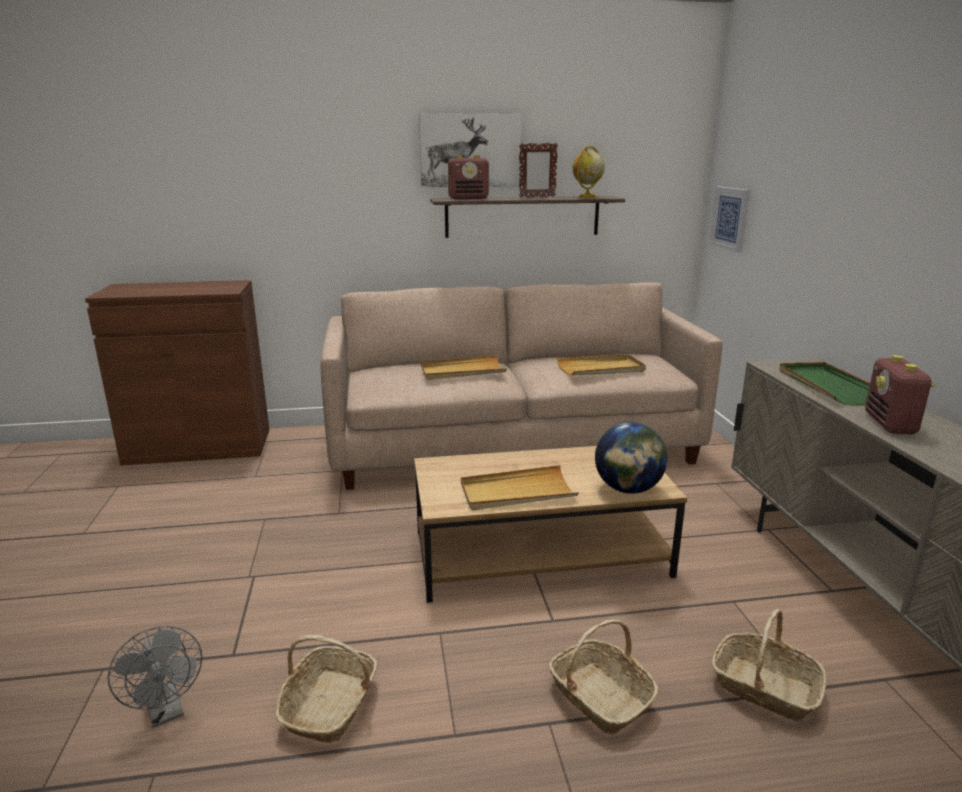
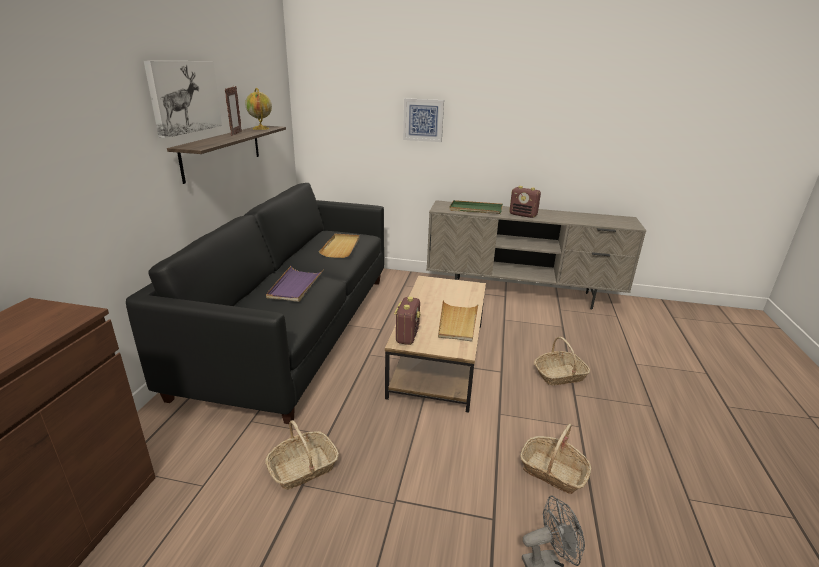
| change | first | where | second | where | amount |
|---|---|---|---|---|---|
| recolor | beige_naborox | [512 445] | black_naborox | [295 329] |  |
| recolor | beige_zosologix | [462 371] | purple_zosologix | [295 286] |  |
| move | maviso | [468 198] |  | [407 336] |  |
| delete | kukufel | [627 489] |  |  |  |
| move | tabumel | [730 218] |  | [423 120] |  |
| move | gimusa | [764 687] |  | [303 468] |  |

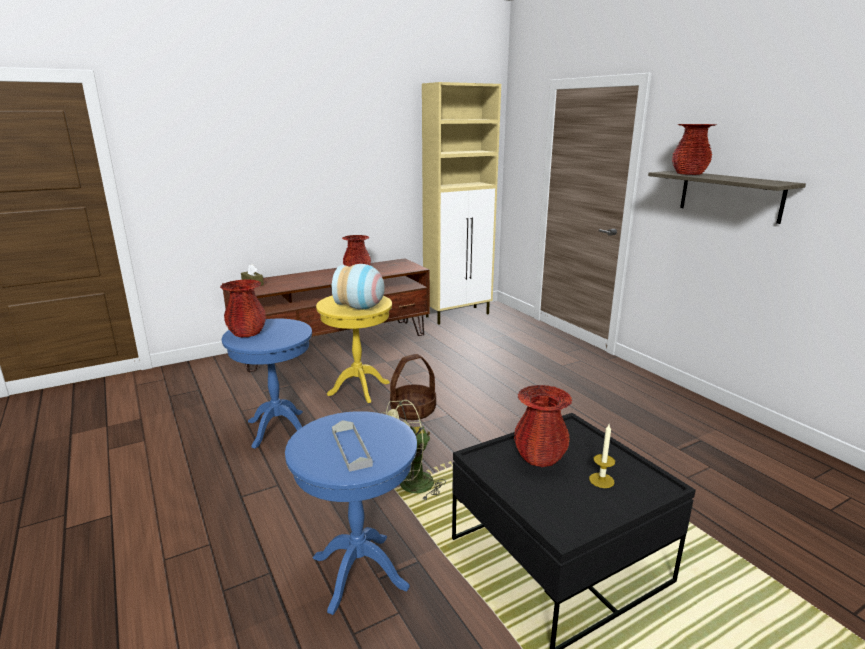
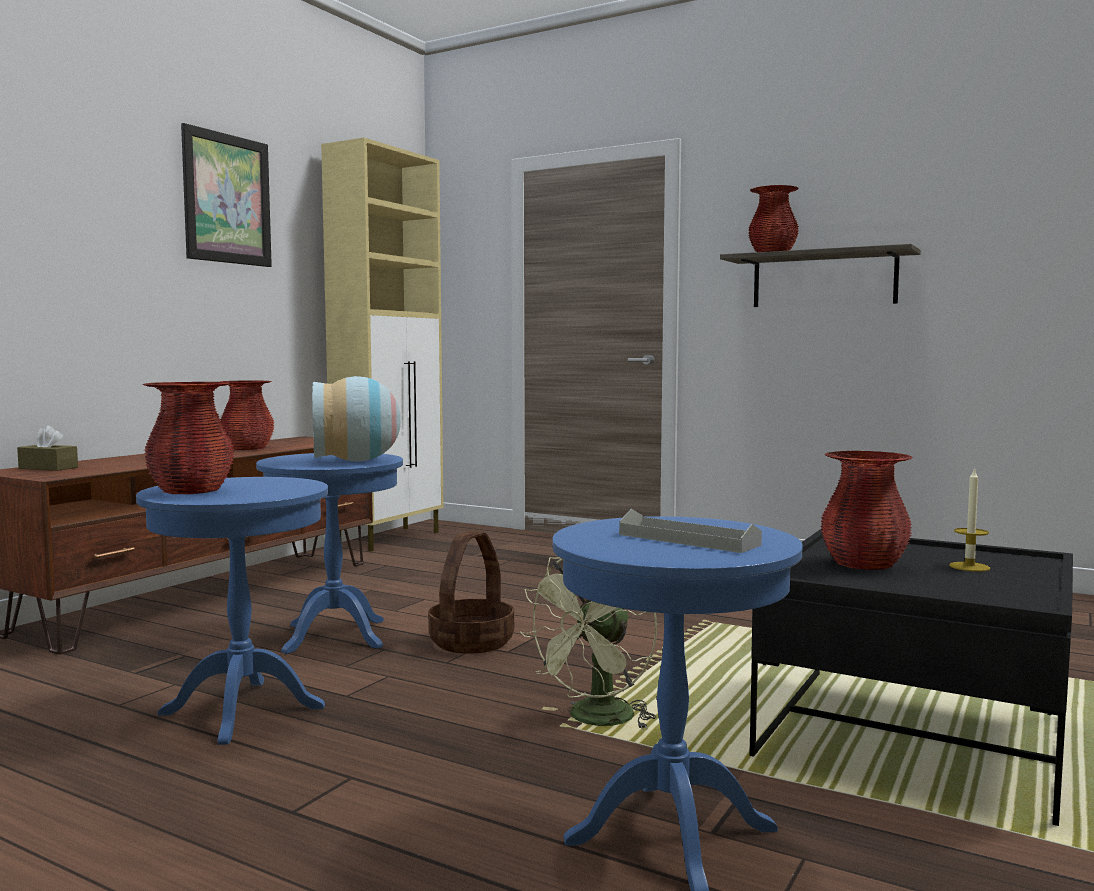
| change | first | where | second | where | amount |
|---|---|---|---|---|---|
| recolor | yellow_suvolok | [359 388] | blue_suvolok | [335 636] |  |
| insert |  |  | tabumel | [227 199] |  |

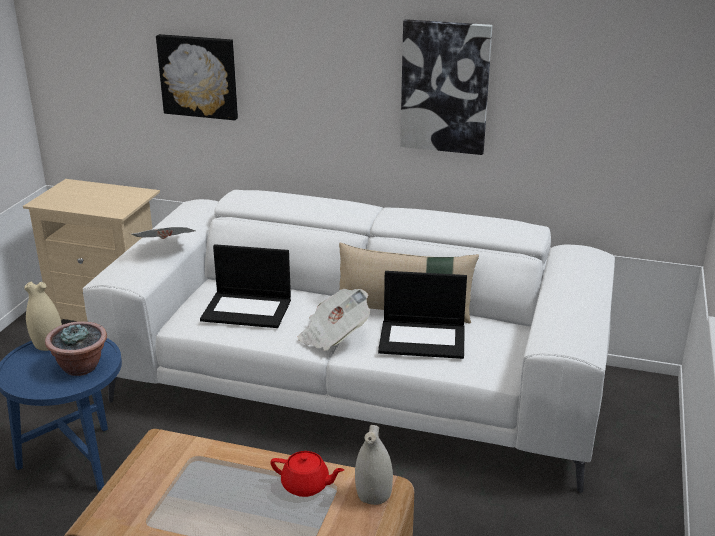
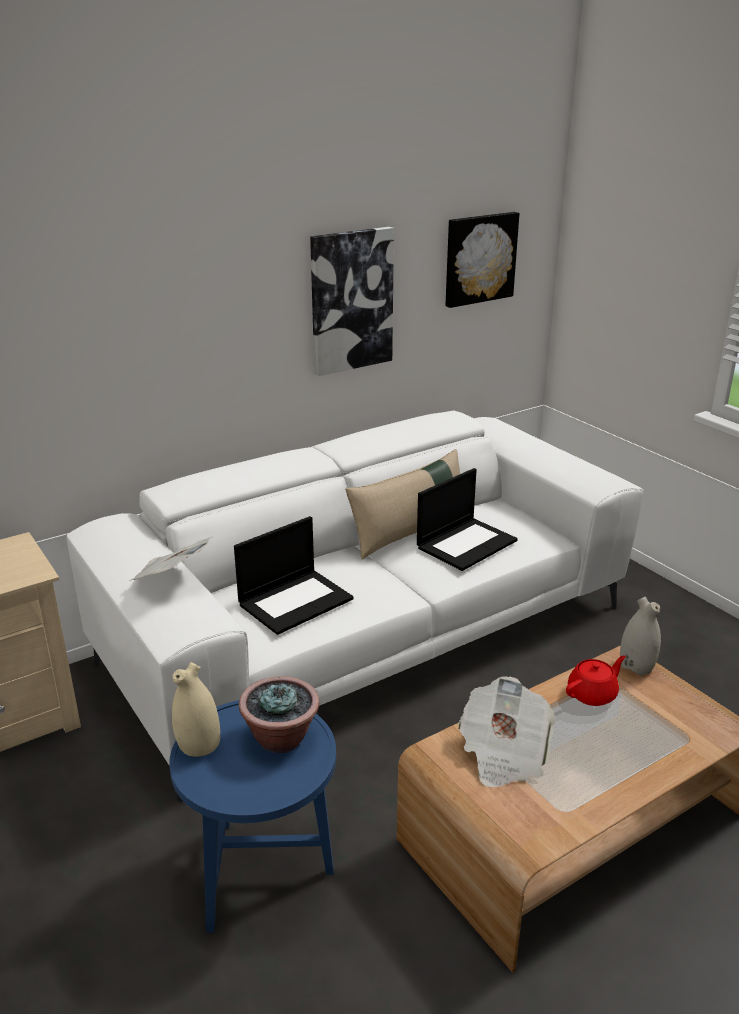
| change | first | where | second | where | amount |
|---|---|---|---|---|---|
| move | tabumel | [199 76] |  | [479 258] |  |
| move | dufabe | [333 335] |  | [503 753] |  |

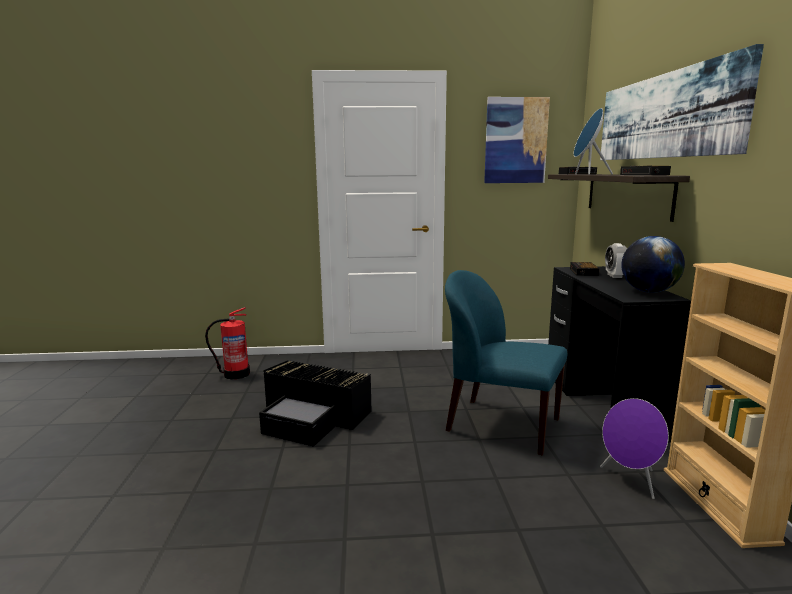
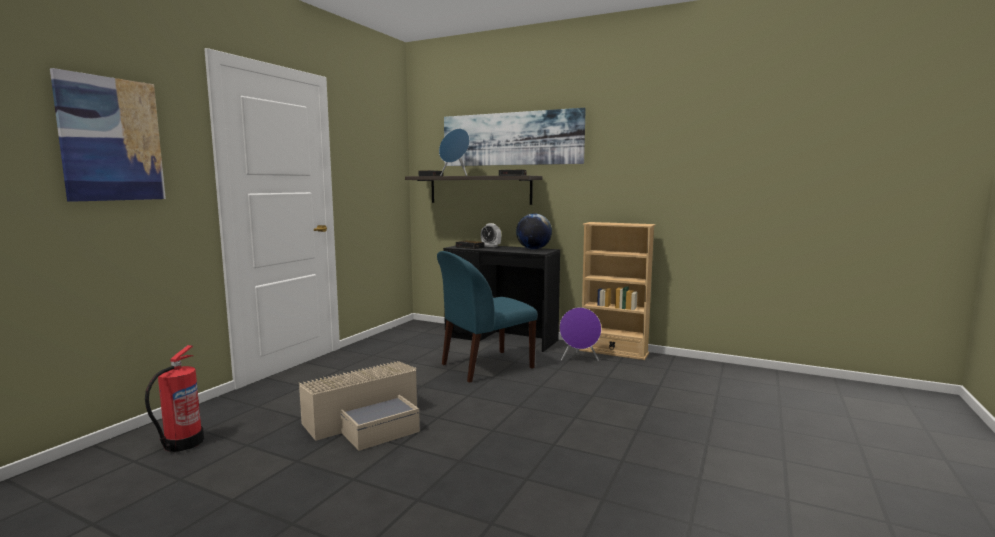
| change | first | where | second | where | amount |
|---|---|---|---|---|---|
| recolor | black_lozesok | [314 417] | beige_lozesok | [368 421] |  |
| move | tabumel | [515 141] |  | [111 139] |  |

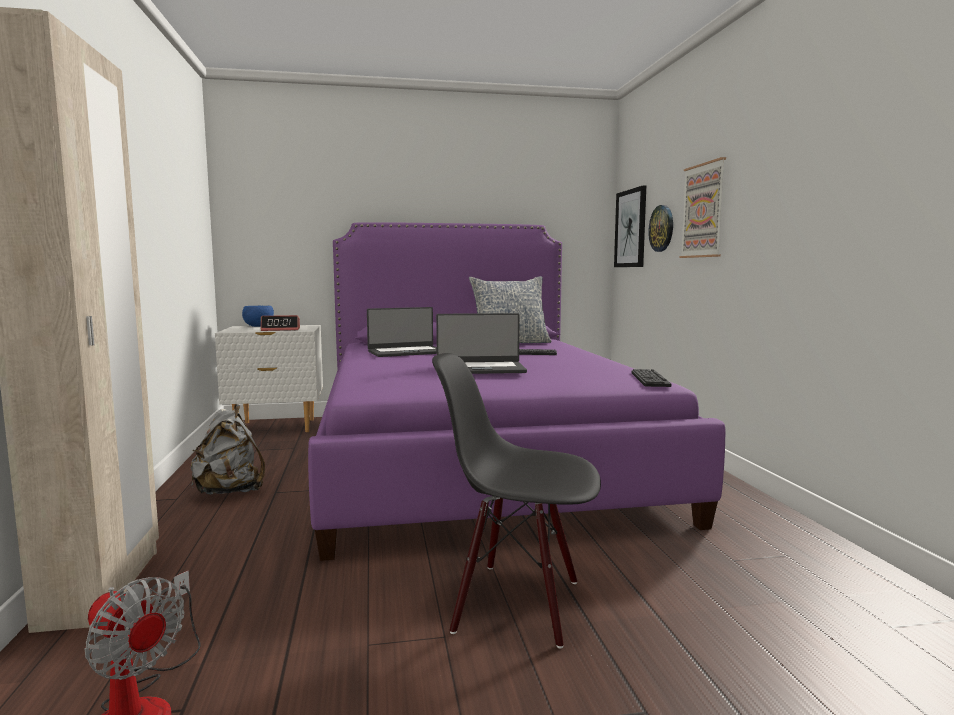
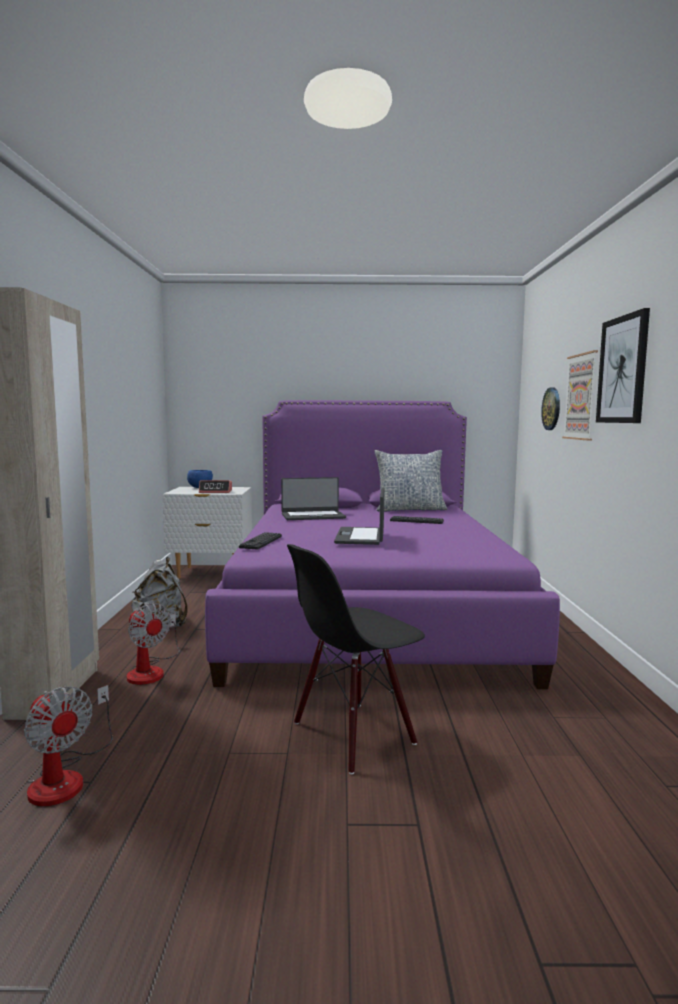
| change | first | where | second | where | amount |
|---|---|---|---|---|---|
| rotate | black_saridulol | [518 604] |  | [353 734] | 60 degrees counterclockwise |
| rotate | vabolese | [480 369] |  | [361 536] | 90 degrees clockwise |
| move | tabumel | [631 228] |  | [623 370] |  |
| move | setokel | [650 379] |  | [261 542] |  |
| insert |  |  | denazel | [151 670] |  |

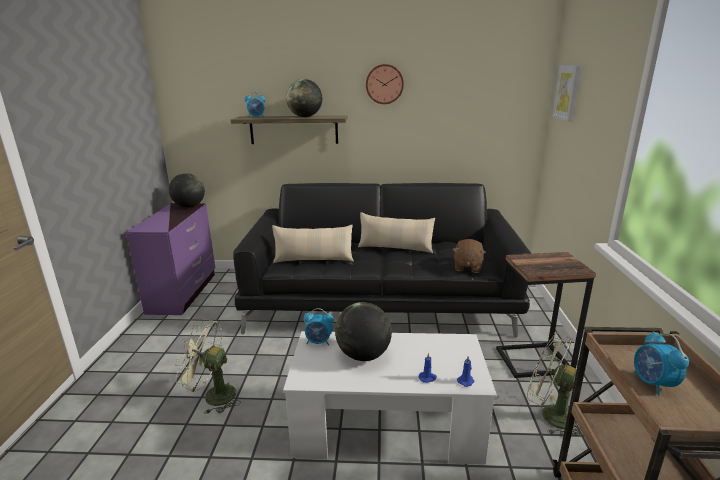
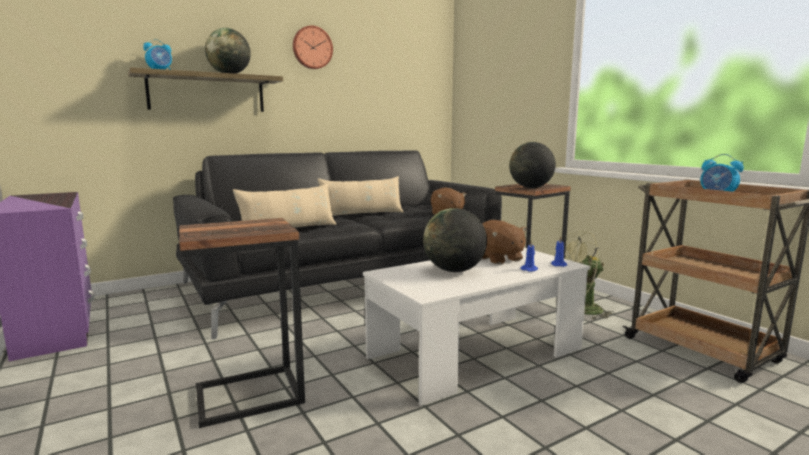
| change | first | where | second | where | amount |
|---|---|---|---|---|---|
| move | kukufel | [189 207] |  | [531 188] |  |
| replace | green_denazel | [213 396] | suvolok | [250 396] |  |
| delete | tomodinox | [319 342] |  |  |  |
| delete | tabumel | [567 92] |  |  |  |
| insert |  |  | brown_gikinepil | [498 259] |  |

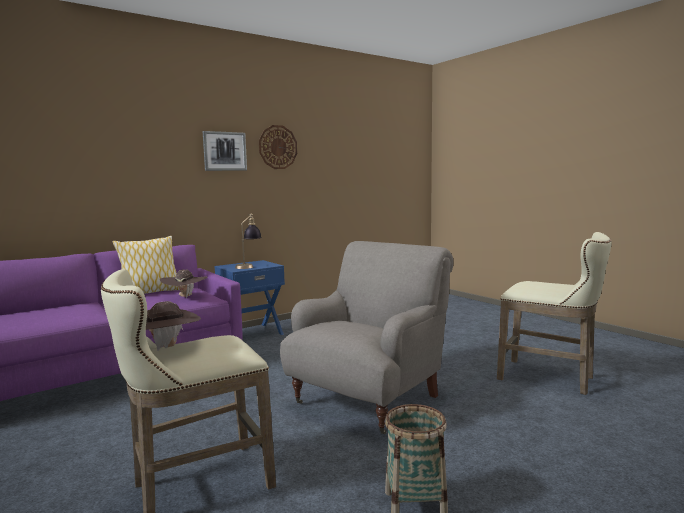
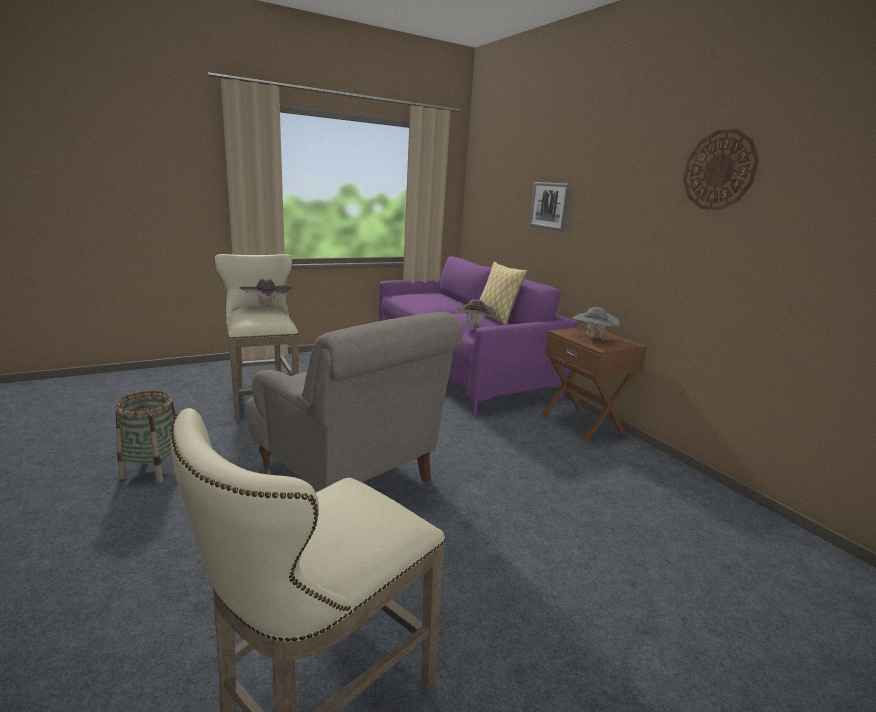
| change | first | where | second | where | amount |
|---|---|---|---|---|---|
| move | tabumel | [224 151] |  | [550 206] |  |
| recolor | blue_suvolok | [252 333] | brown_suvolok | [582 424] |  |
| replace | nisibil | [249 266] | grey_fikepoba | [592 337] |  |

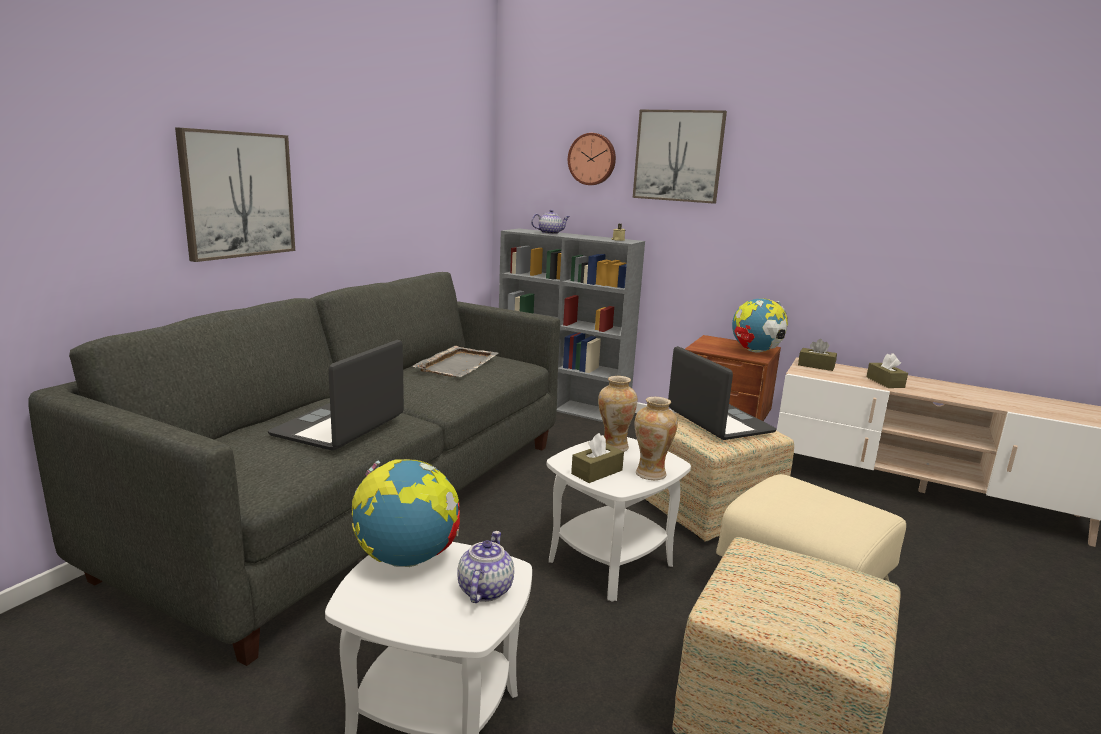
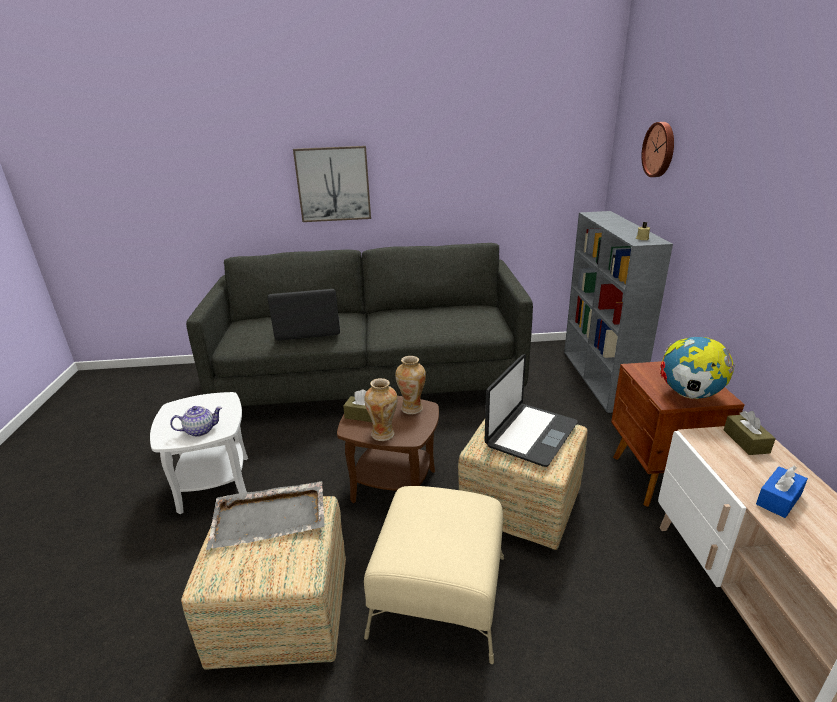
| change | first | where | second | where | amount |
|---|---|---|---|---|---|
| delete | kukufel | [407 559] |  |  |  |
| move | grey_zosologix | [458 364] |  | [270 517] |  |
| delete | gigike | [550 233] |  |  |  |
| recolor | white_suvolok | [610 563] | brown_suvolok | [394 485] |  |
| delete | tabumel | [678 156] |  |  |  |
| recolor | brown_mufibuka | [885 382] | blue_mufibuka | [778 499] |  |

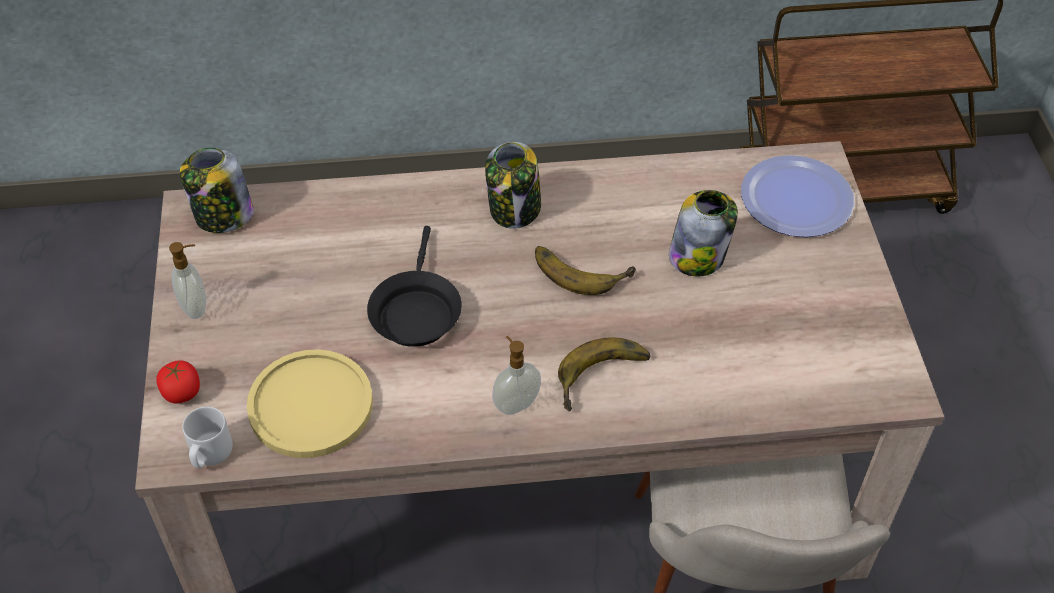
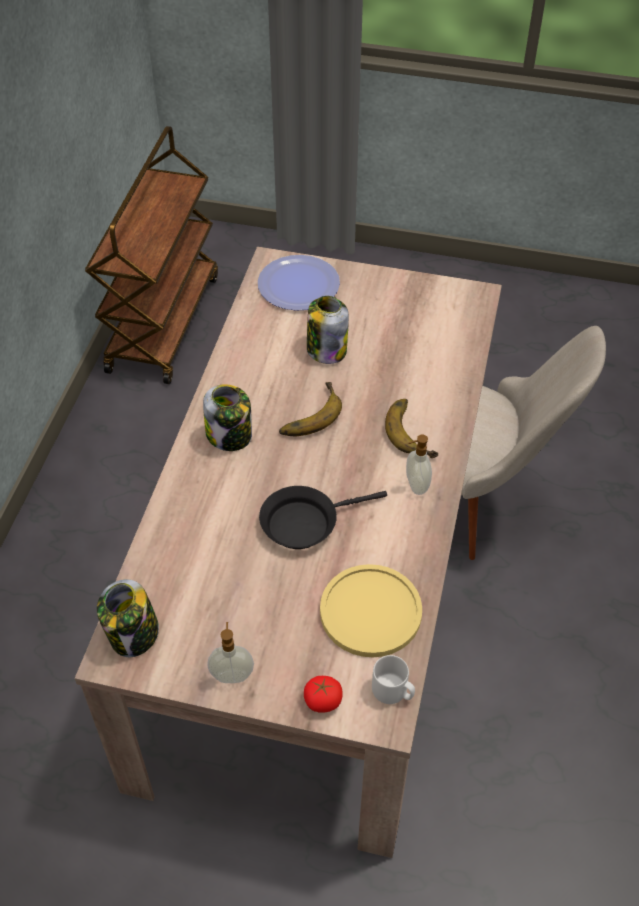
| change | first | where | second | where | amount |
|---|---|---|---|---|---|
| rotate | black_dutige | [415 311] |  | [305 522] | 135 degrees clockwise |

